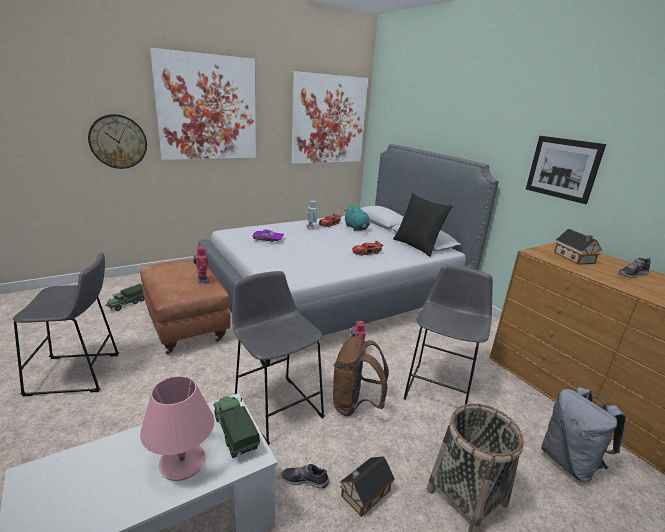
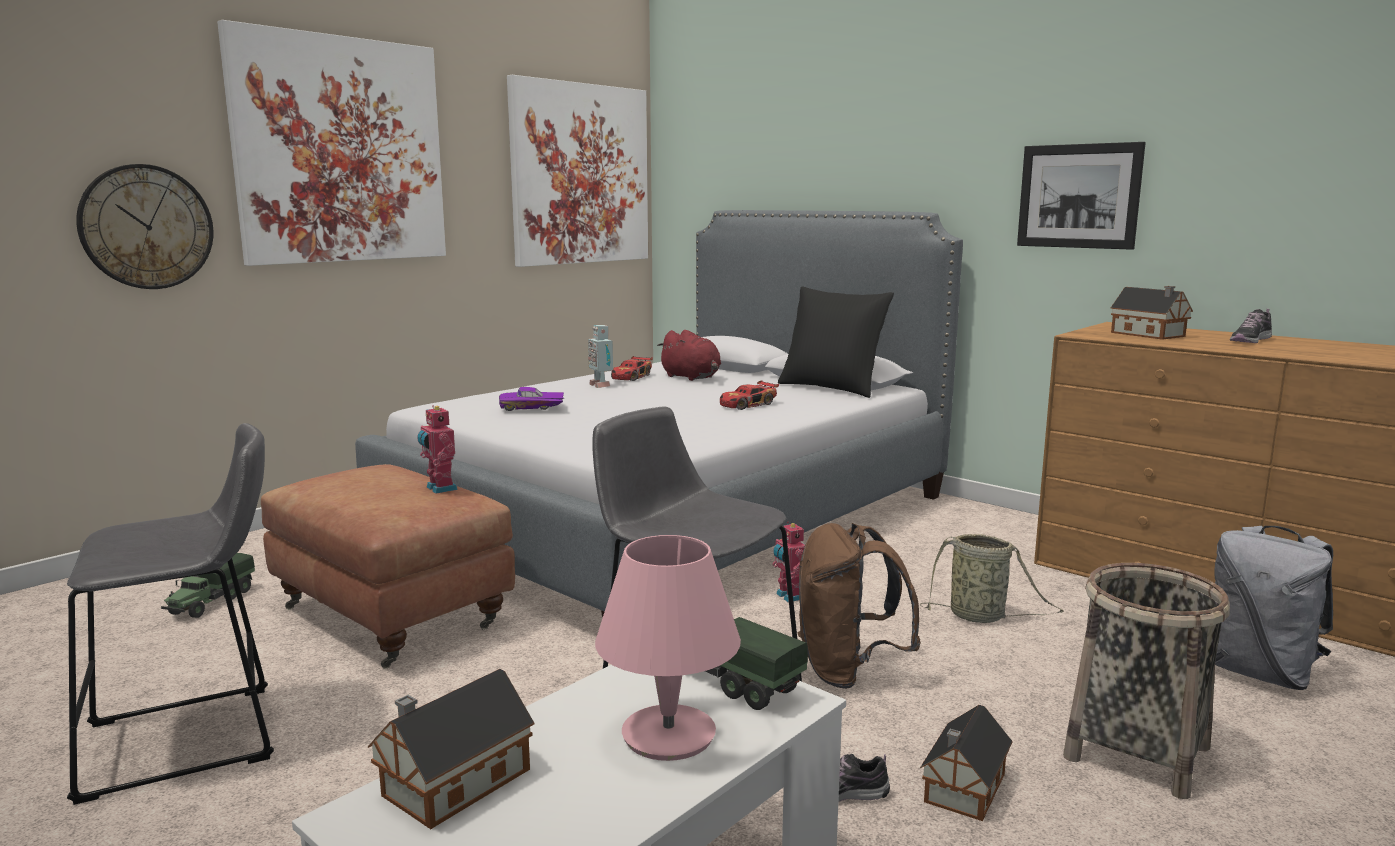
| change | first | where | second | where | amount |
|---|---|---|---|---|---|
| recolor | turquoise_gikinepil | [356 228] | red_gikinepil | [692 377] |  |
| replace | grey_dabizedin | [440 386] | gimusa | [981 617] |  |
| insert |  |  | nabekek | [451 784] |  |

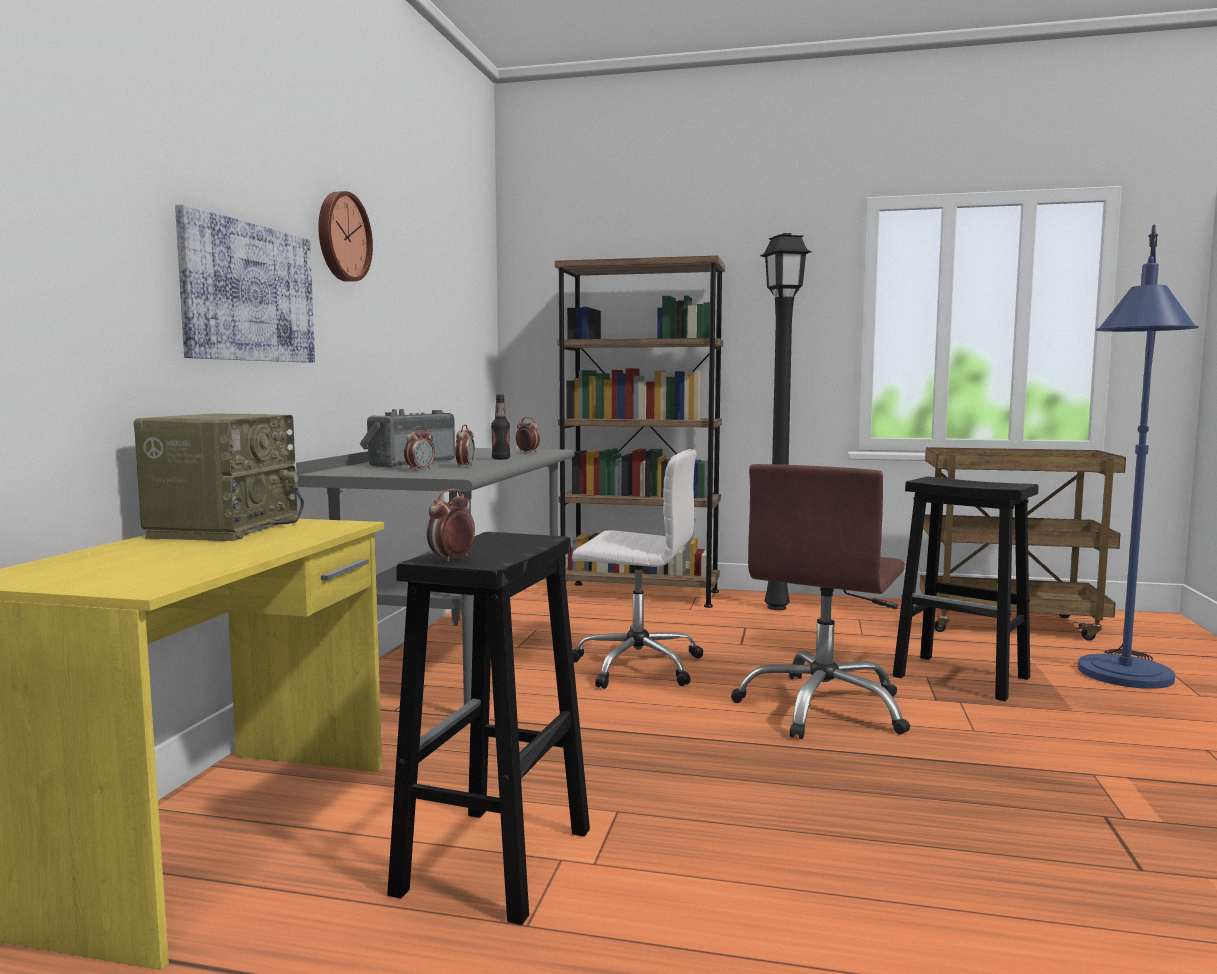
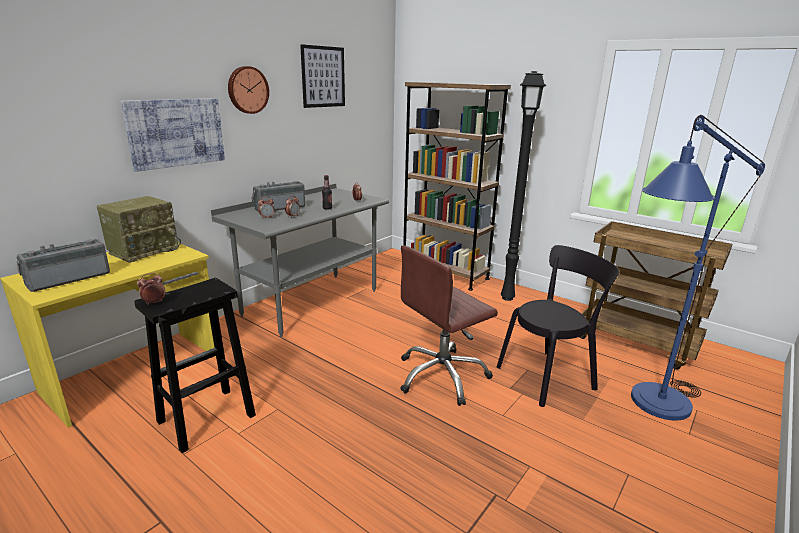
| change | first | where | second | where | amount |
|---|---|---|---|---|---|
| delete | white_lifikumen | [635 665] |  |  |  |
| replace | black_dabizedin | [963 677] | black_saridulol | [549 376] |  |
| insert |  |  | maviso | [68 279] |  |
| insert |  |  | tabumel | [323 77] |  |

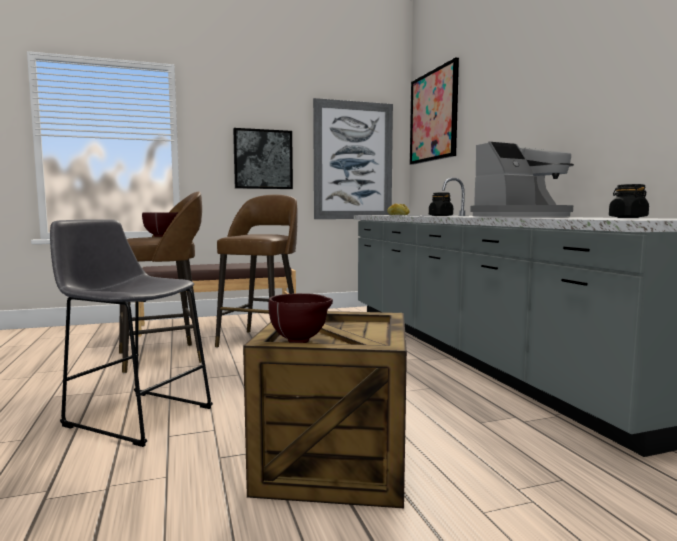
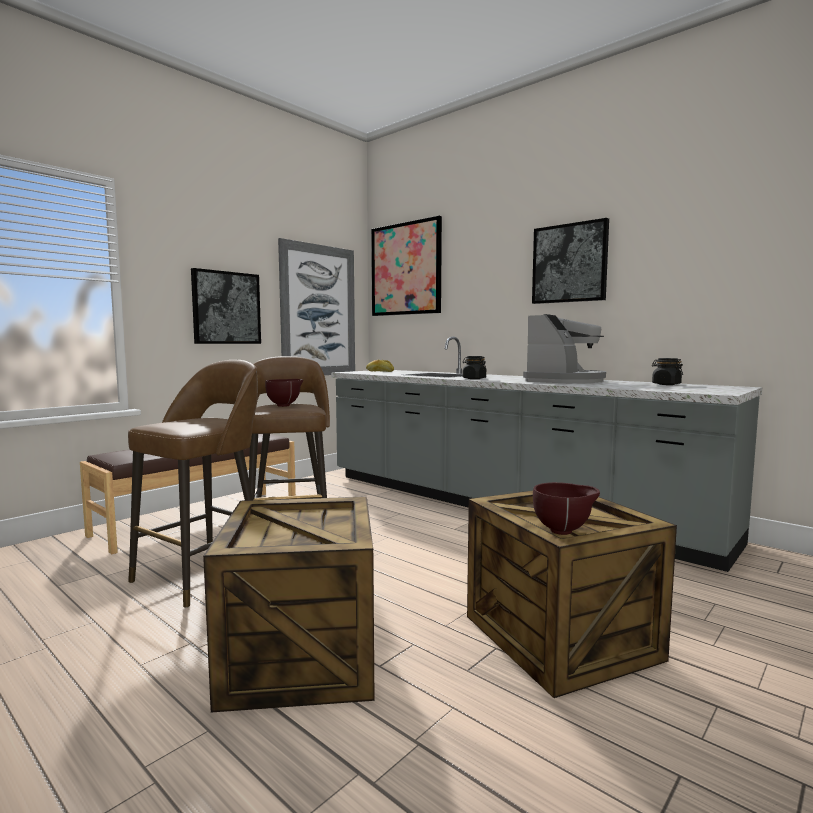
| change | first | where | second | where | amount |
|---|---|---|---|---|---|
| replace | grey_dabizedin | [134 415] | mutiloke | [298 654] |  |
| move | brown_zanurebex | [162 236] |  | [285 405] |  |
| insert |  |  | tabumel | [569 263] |  |

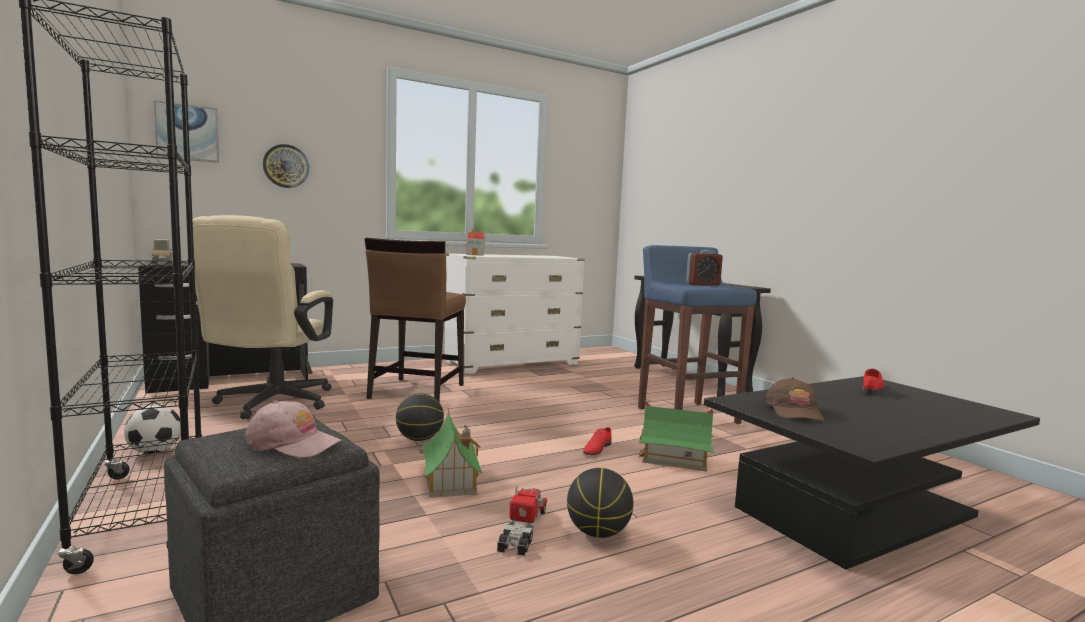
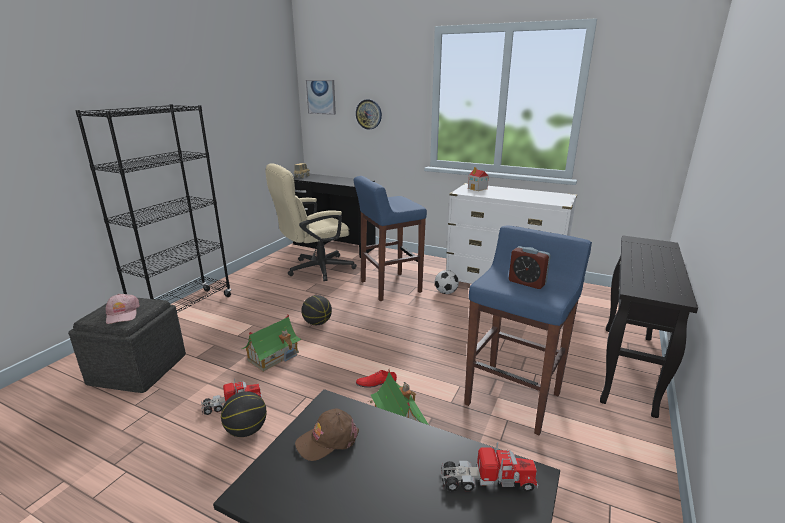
| change | first | where | second | where | amount |
|---|---|---|---|---|---|
| move | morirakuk | [154 452] |  | [446 292] |  |
| replace | brown_saridulol | [416 391] | blue_dabizedin | [389 287] |  |
| replace | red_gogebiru | [872 389] | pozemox | [487 481] |  |

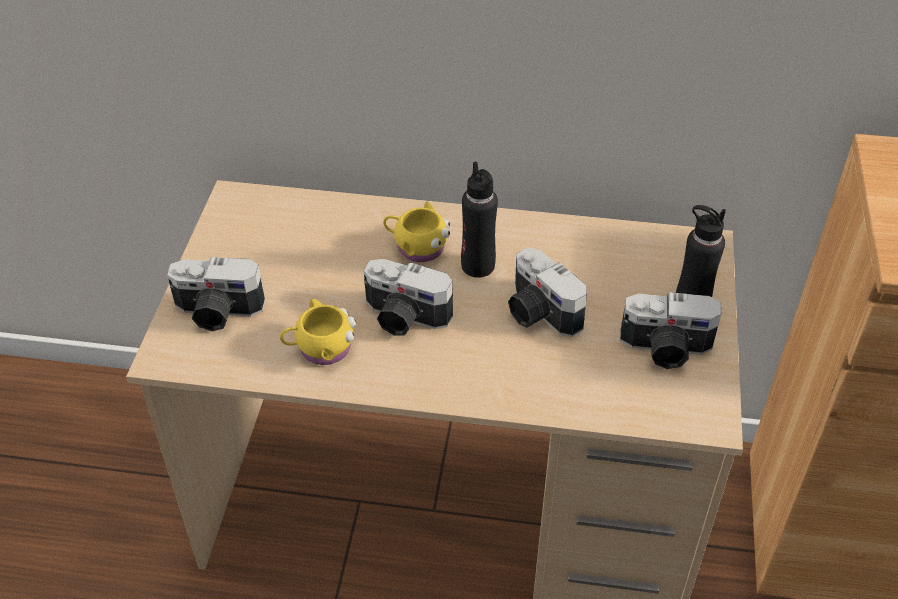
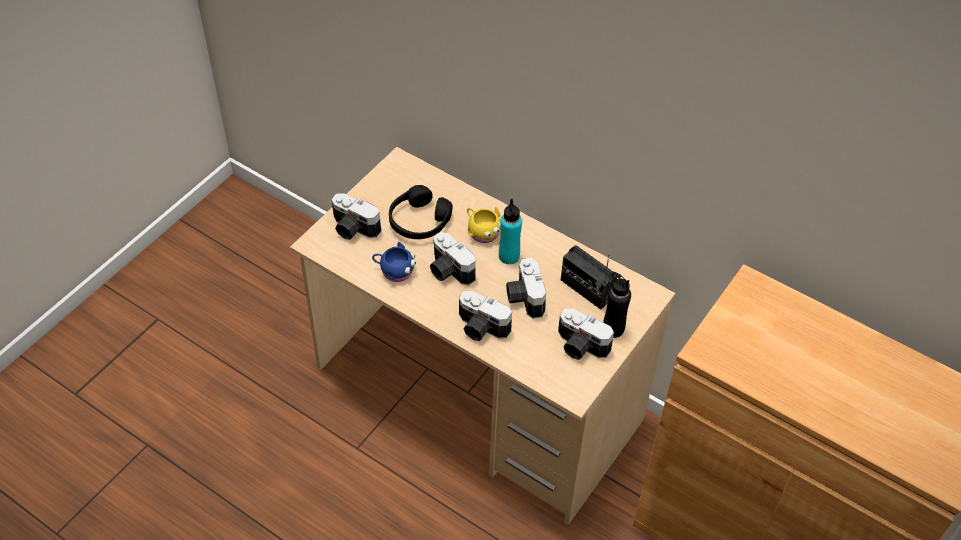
| change | first | where | second | where | amount |
|---|---|---|---|---|---|
| recolor | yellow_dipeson | [320 348] | blue_dipeson | [394 270] |  |
| recolor | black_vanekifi | [478 266] | turquoise_vanekifi | [509 256] |  |
| insert |  |  | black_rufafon | [419 221] |  |
| insert |  |  | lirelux | [480 328] |  |
| insert |  |  | maviso | [586 289] |  |

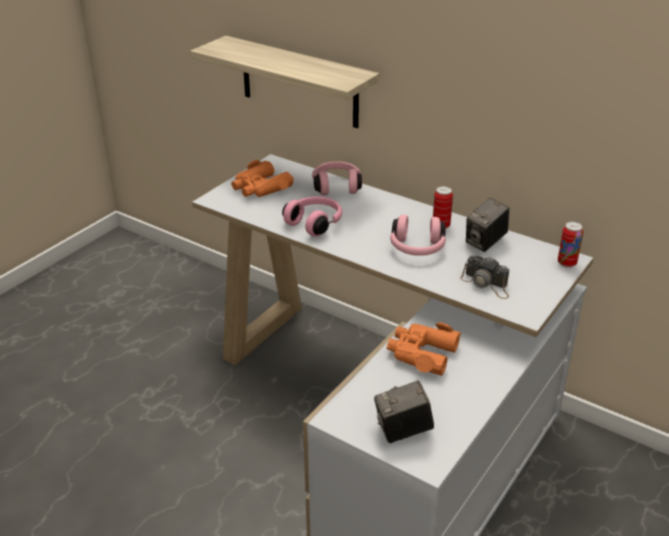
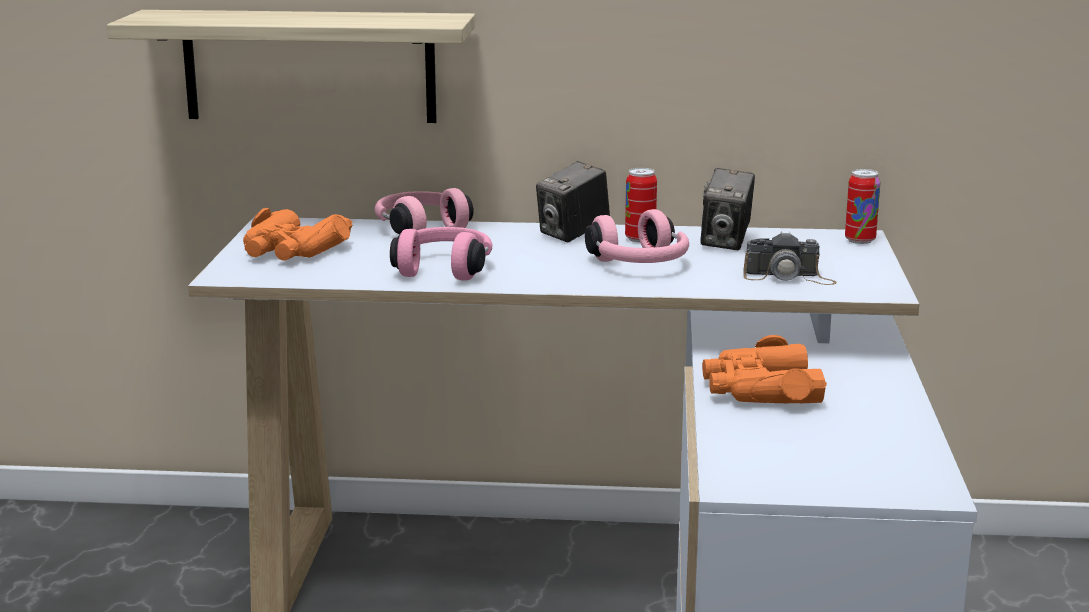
| change | first | where | second | where | amount |
|---|---|---|---|---|---|
| move | lirelux | [403 431] |  | [573 234] |  |

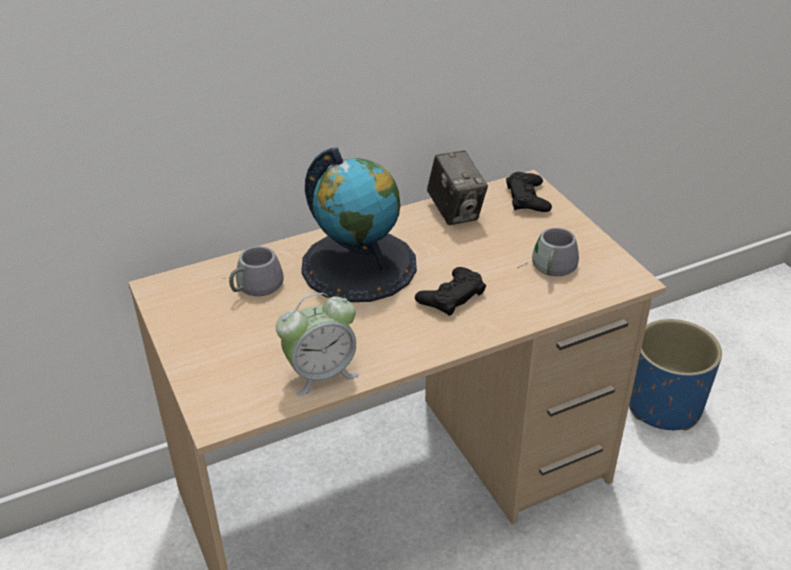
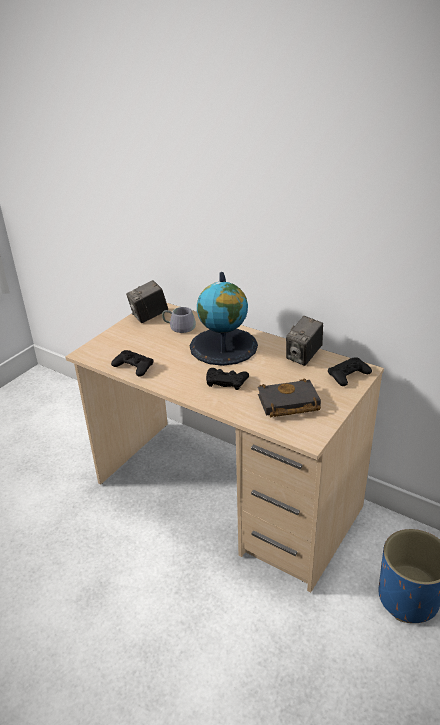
| change | first | where | second | where | amount |
|---|---|---|---|---|---|
| replace | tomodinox | [321 374] | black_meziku | [133 366] |  |
| replace | grey_dipeson | [548 266] | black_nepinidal | [287 404] |  |
| insert |  |  | lirelux | [149 316] |  |

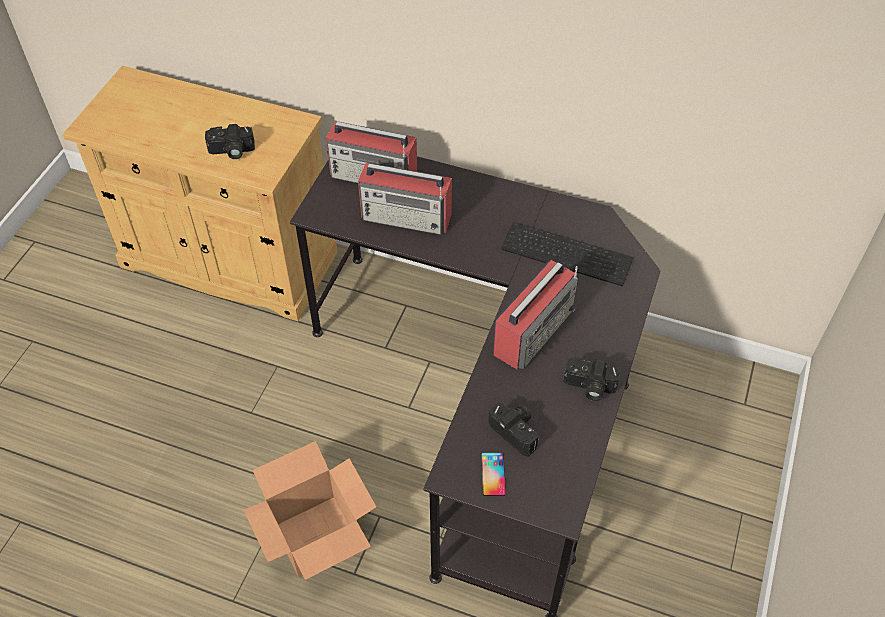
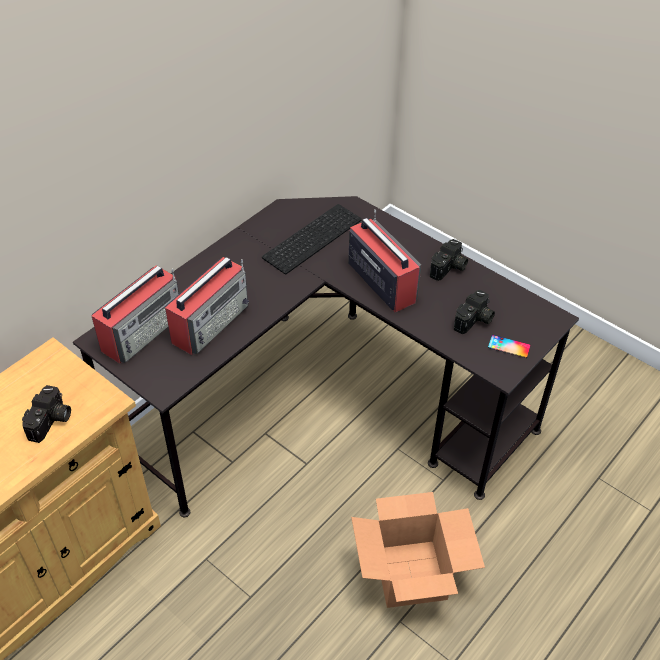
| change | first | where | second | where | amount |
|---|---|---|---|---|---|
| rotate | lirelux | [517 431] |  | [474 321] | 150 degrees clockwise |

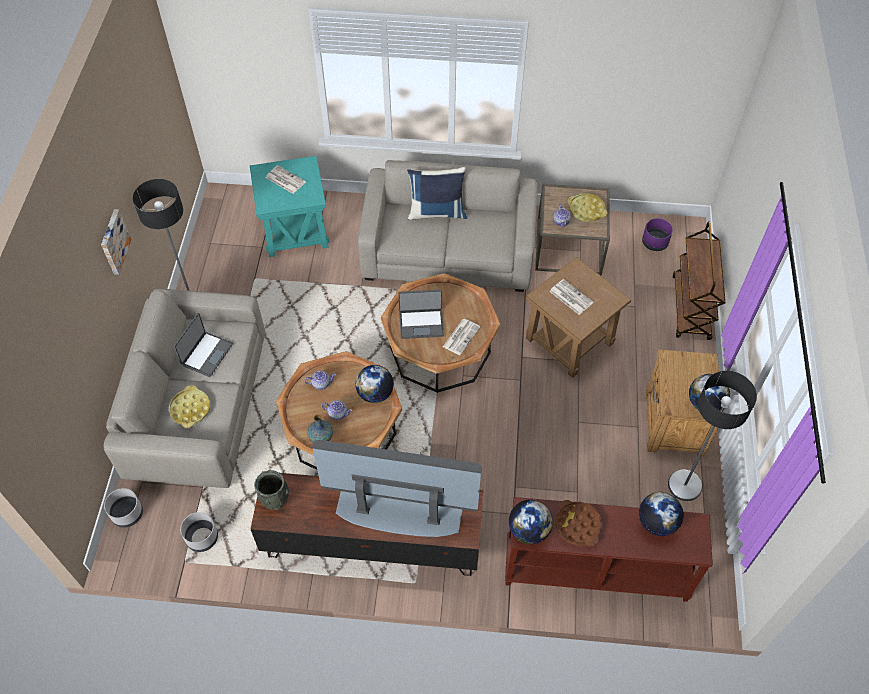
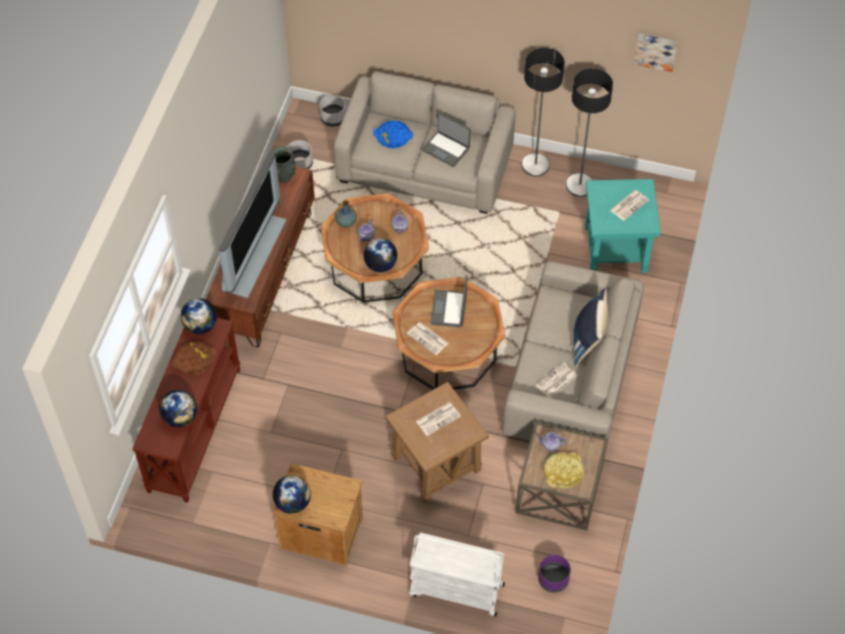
| change | first | where | second | where | amount |
|---|---|---|---|---|---|
| move | tabumel | [113 241] |  | [656 51] |  |
| recolor | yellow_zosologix | [190 409] | blue_zosologix | [393 137] |  |
| move | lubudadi | [684 485] |  | [580 185] |  |
| recolor | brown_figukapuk | [691 308] | white_figukapuk | [455 590] |  |
| insert |  |  | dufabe | [556 381] |  |

